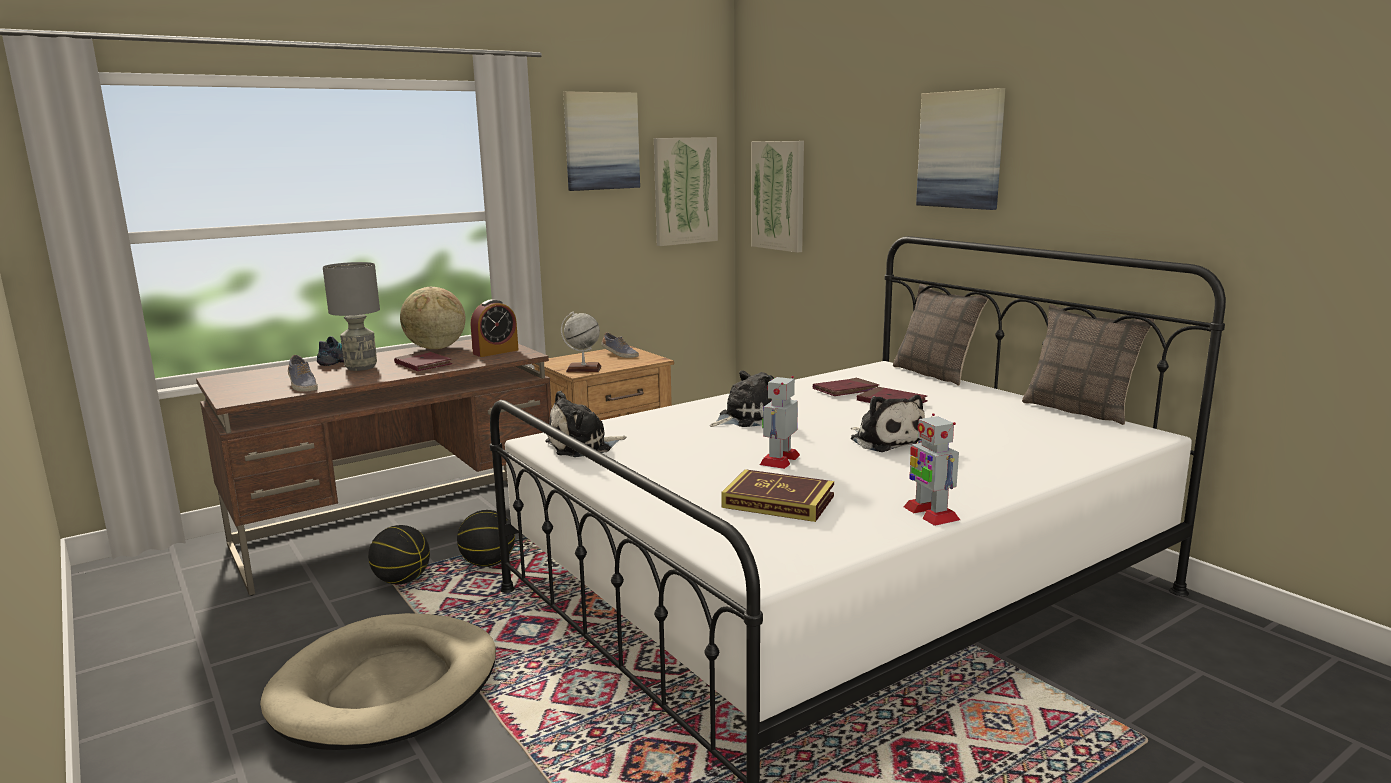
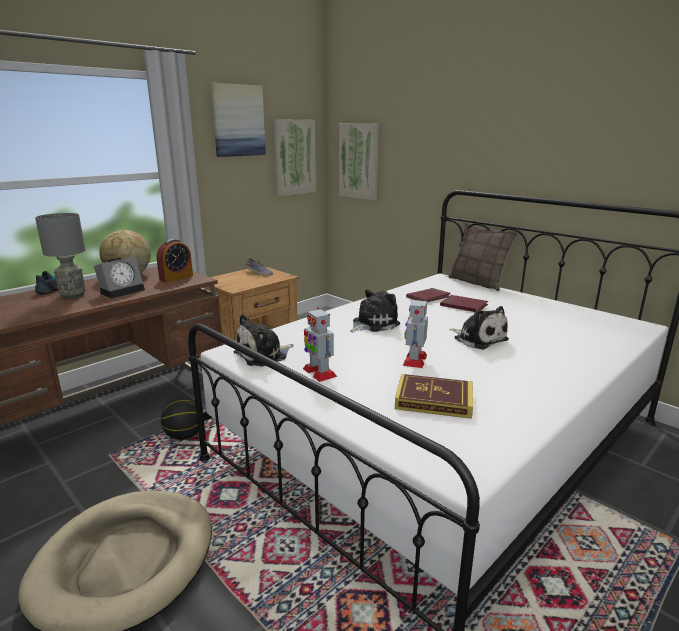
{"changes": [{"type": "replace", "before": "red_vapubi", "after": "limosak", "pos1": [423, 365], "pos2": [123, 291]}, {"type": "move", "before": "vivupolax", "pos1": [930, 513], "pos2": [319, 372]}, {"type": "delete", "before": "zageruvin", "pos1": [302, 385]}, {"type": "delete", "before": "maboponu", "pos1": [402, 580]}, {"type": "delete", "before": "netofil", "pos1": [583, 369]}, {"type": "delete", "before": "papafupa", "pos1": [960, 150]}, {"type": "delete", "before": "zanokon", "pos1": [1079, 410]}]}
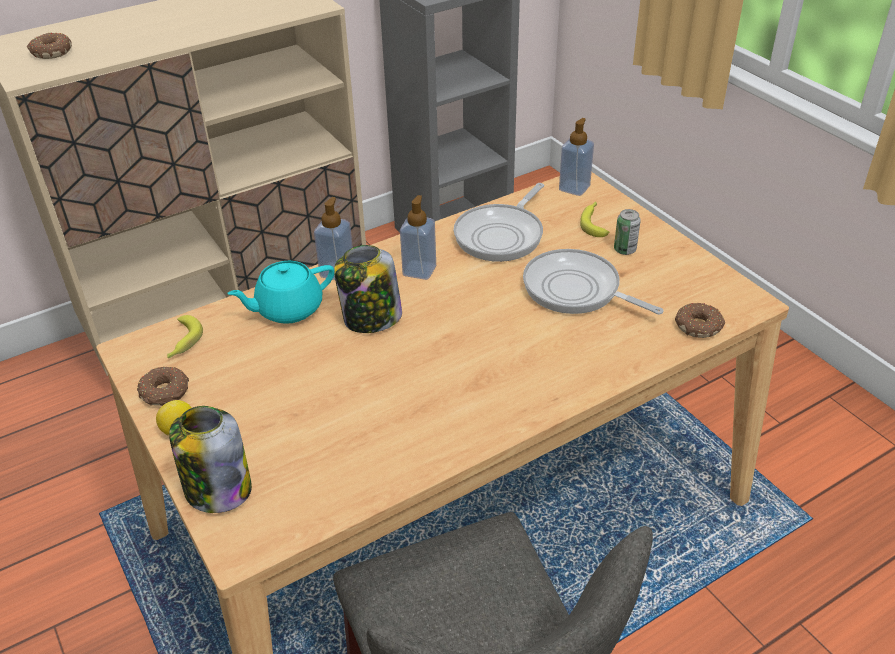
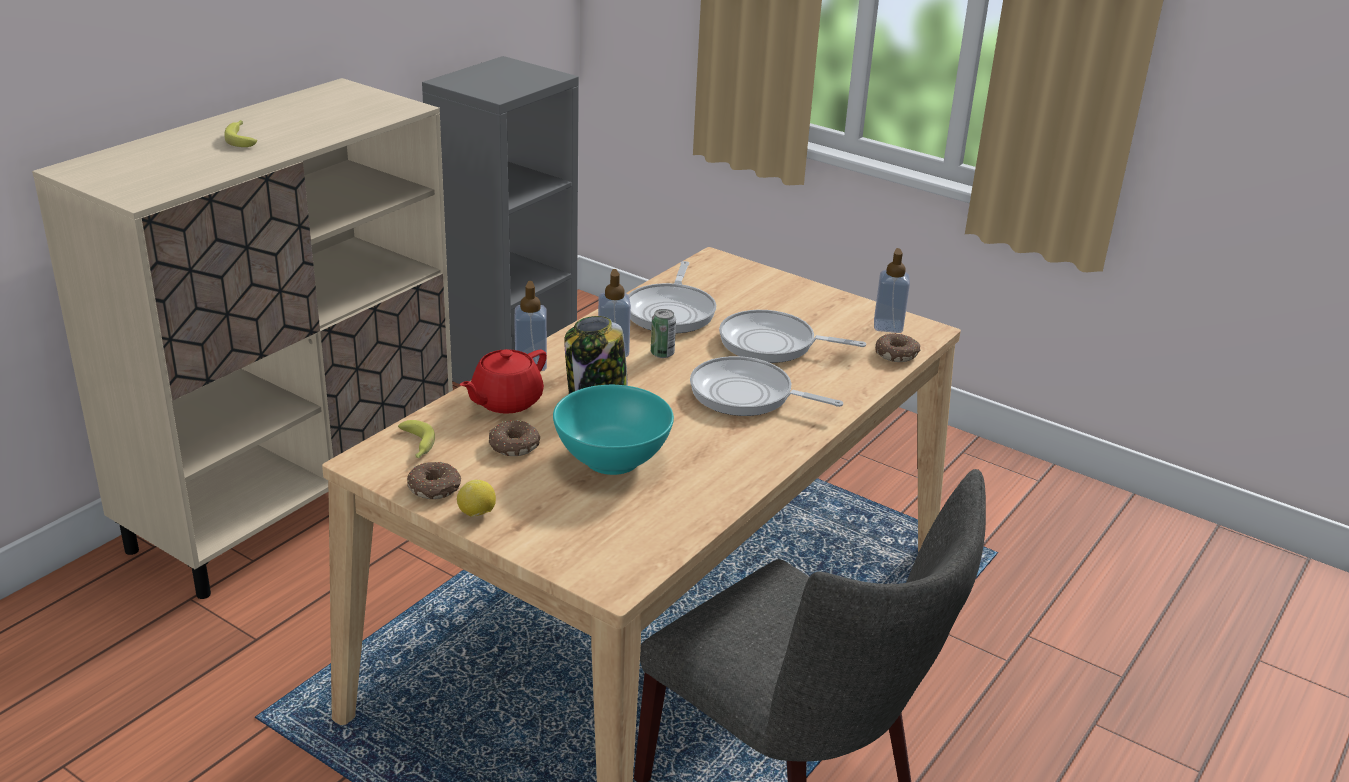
{"changes": [{"type": "move", "before": "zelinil", "pos1": [594, 222], "pos2": [242, 138]}, {"type": "recolor", "before": "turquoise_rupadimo", "after": "red_rupadimo", "pos1": [288, 309], "pos2": [505, 401]}, {"type": "move", "before": "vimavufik", "pos1": [51, 52], "pos2": [513, 446]}, {"type": "insert", "after": "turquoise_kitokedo", "pos2": [613, 460]}, {"type": "move", "before": "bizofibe", "pos1": [624, 250], "pos2": [662, 353]}, {"type": "insert", "after": "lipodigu", "pos2": [747, 395]}, {"type": "move", "before": "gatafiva", "pos1": [574, 188], "pos2": [888, 326]}, {"type": "delete", "before": "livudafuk", "pos1": [217, 489]}]}
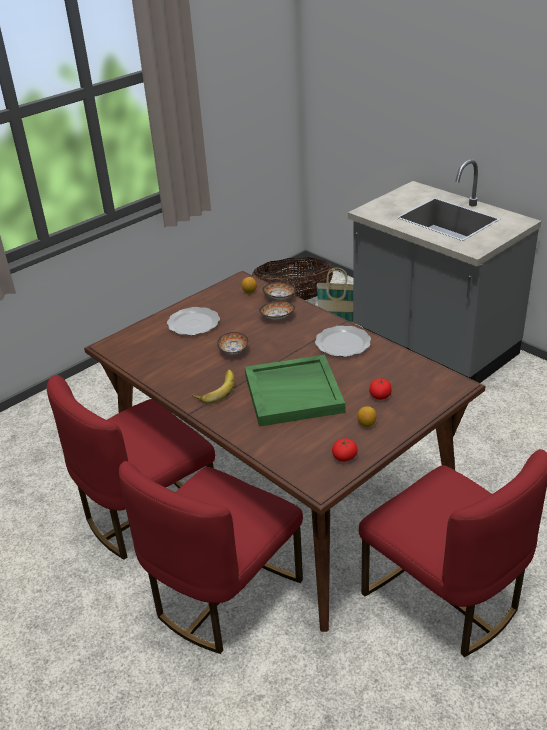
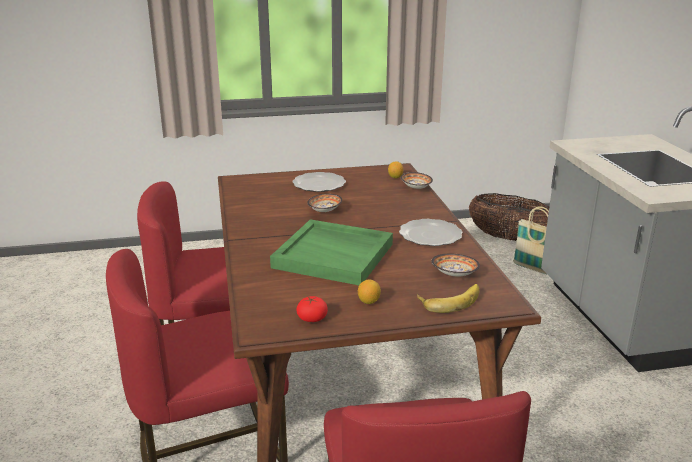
{"changes": [{"type": "move", "before": "zelinil", "pos1": [215, 389], "pos2": [449, 300]}, {"type": "move", "before": "kitokedo", "pos1": [276, 317], "pos2": [453, 274]}, {"type": "delete", "before": "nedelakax", "pos1": [380, 395]}]}
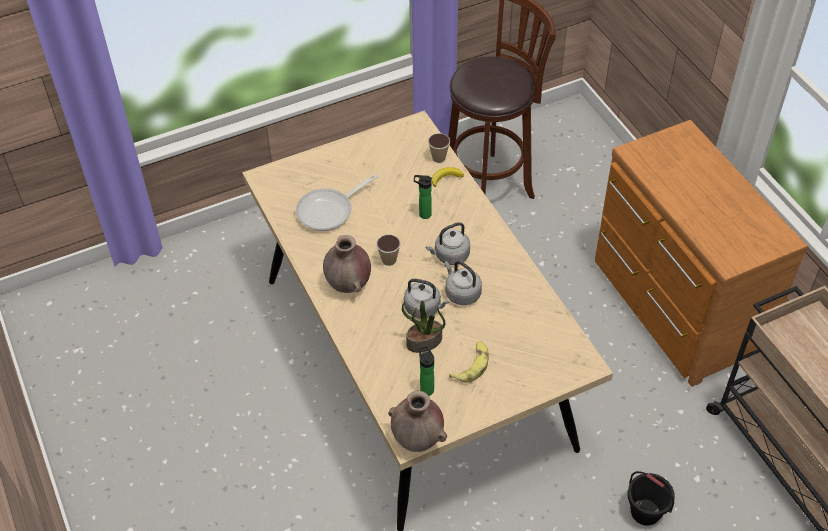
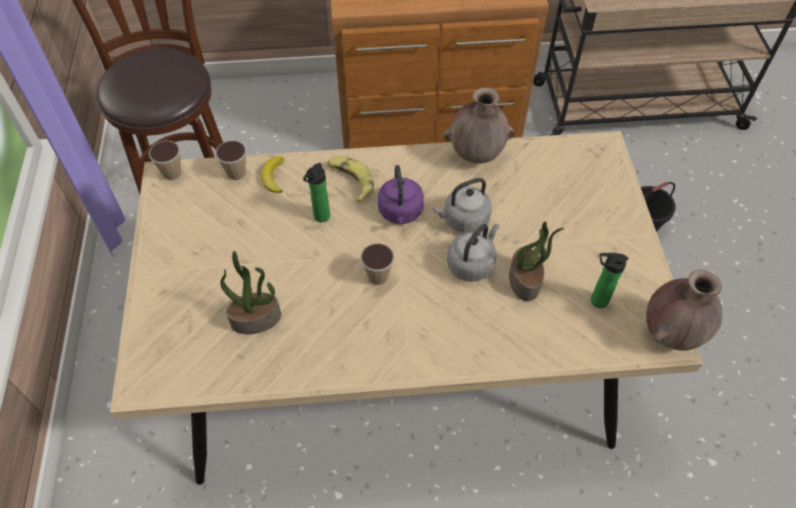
{"changes": [{"type": "insert", "after": "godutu", "pos2": [172, 173]}, {"type": "replace", "before": "lipodigu", "after": "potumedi", "pos1": [329, 211], "pos2": [256, 318]}, {"type": "move", "before": "zelinil", "pos1": [472, 365], "pos2": [350, 181]}, {"type": "recolor", "before": "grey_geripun", "after": "purple_geripun", "pos1": [450, 256], "pos2": [401, 212]}, {"type": "move", "before": "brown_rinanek", "pos1": [349, 285], "pos2": [476, 155]}]}
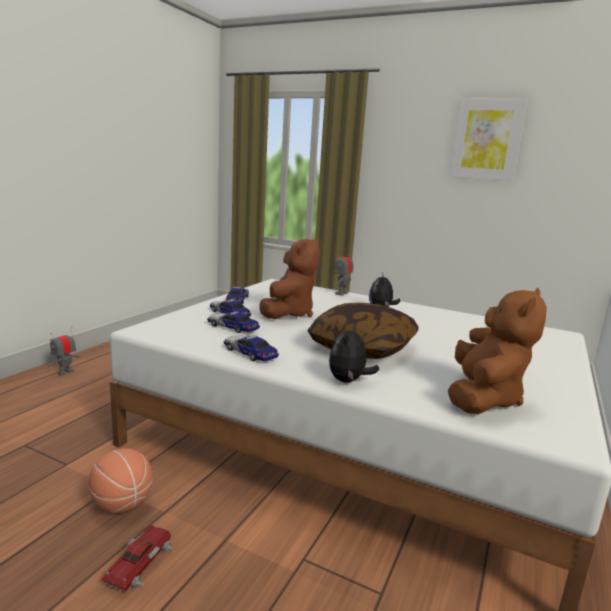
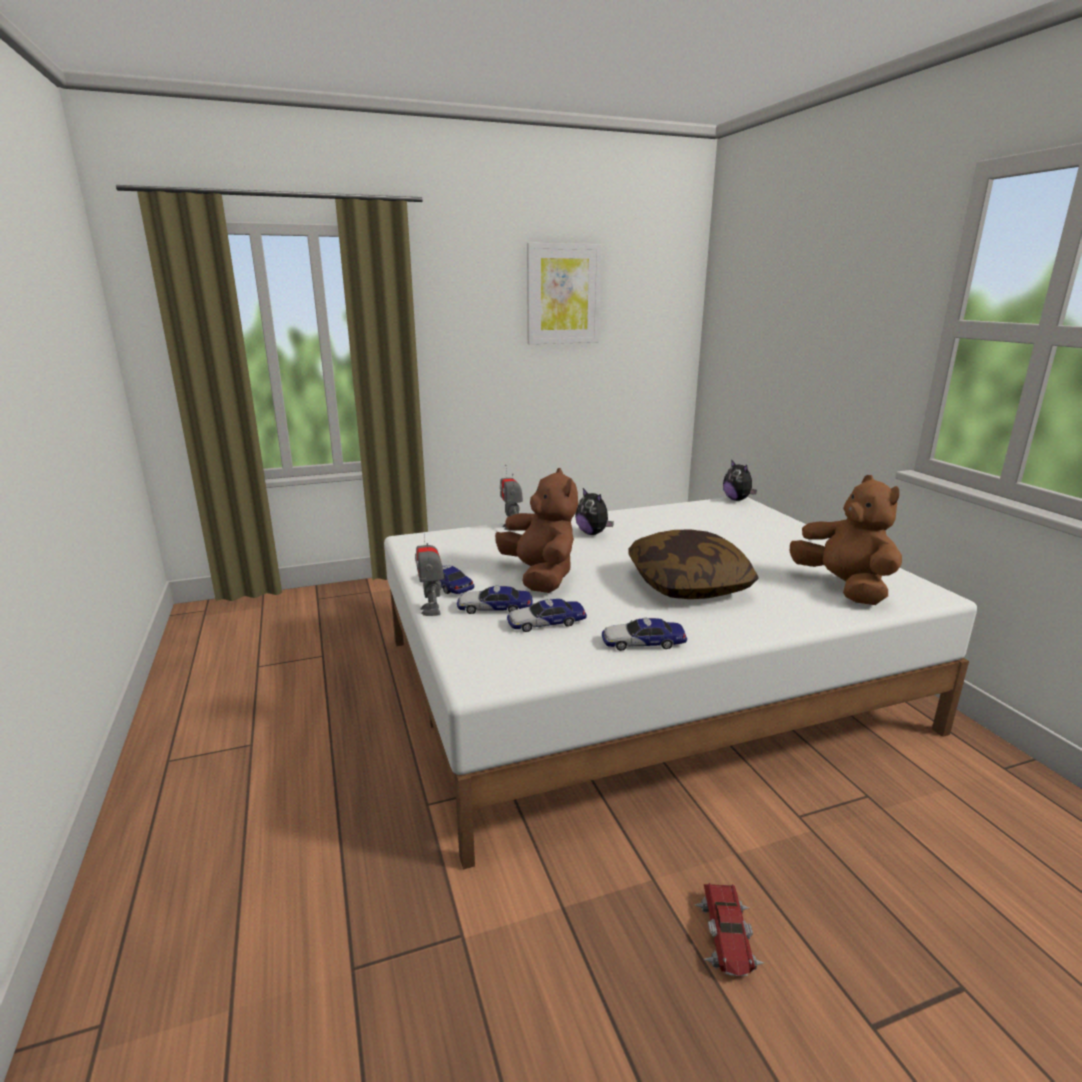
{"changes": [{"type": "move", "before": "vivupolax", "pos1": [65, 372], "pos2": [432, 610]}, {"type": "rotate", "before": "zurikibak", "pos1": [139, 563], "pos2": [727, 936], "turn": -150}, {"type": "move", "before": "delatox", "pos1": [348, 381], "pos2": [737, 499]}, {"type": "delete", "before": "maboponu", "pos1": [122, 505]}]}
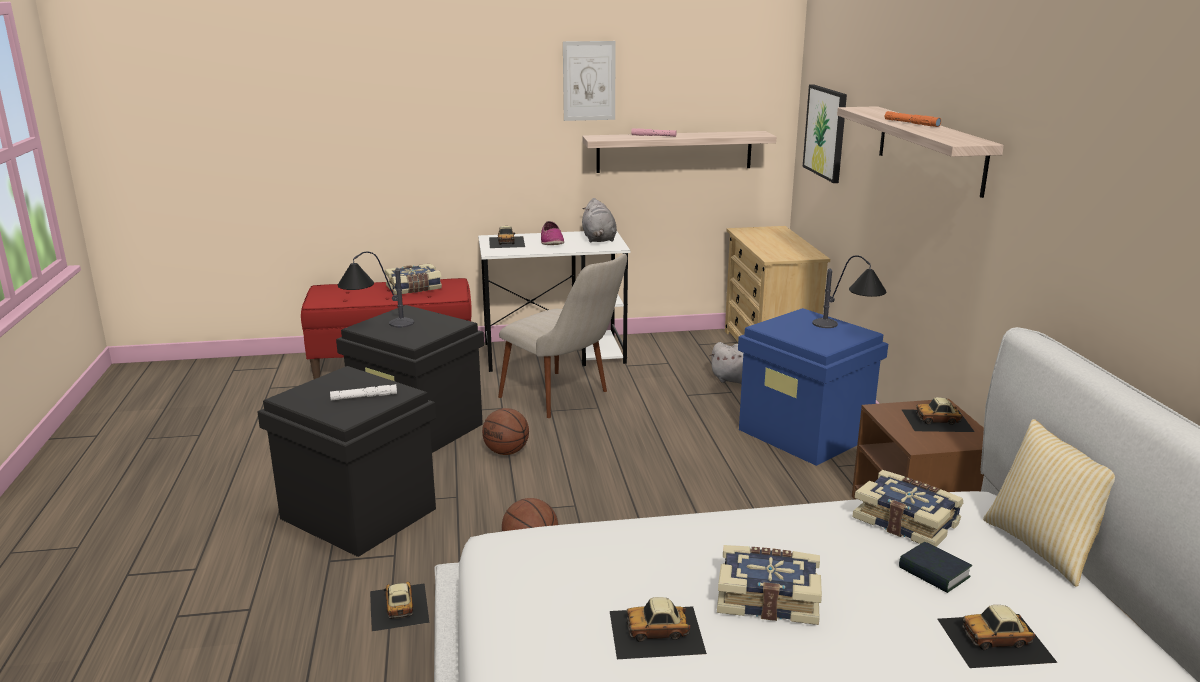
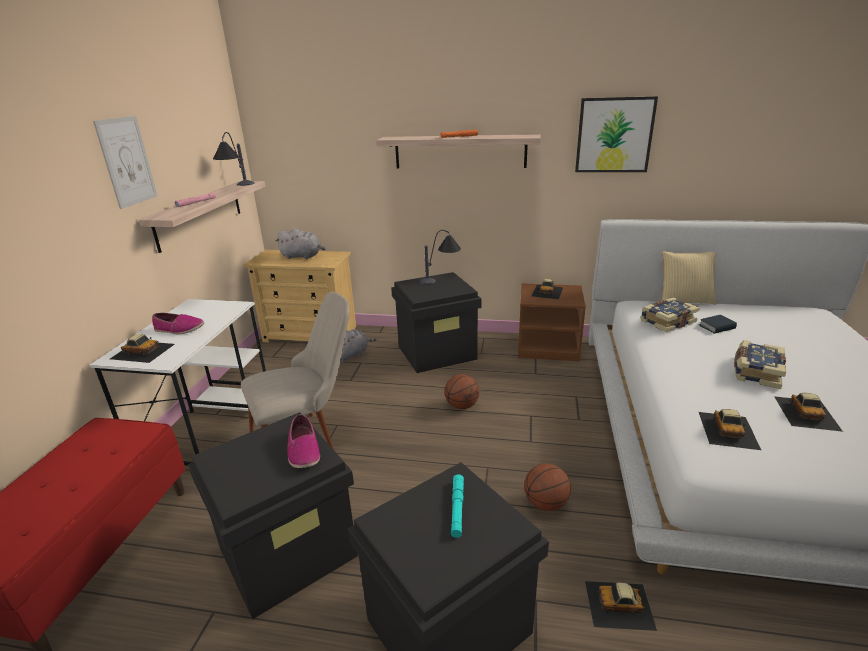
{"changes": [{"type": "move", "before": "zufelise", "pos1": [375, 325], "pos2": [238, 187]}, {"type": "move", "before": "grey_delatox", "pos1": [598, 239], "pos2": [302, 256]}, {"type": "insert", "after": "zageruvin", "pos2": [303, 450]}, {"type": "recolor", "before": "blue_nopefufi", "after": "black_nopefufi", "pos1": [805, 434], "pos2": [437, 352]}, {"type": "move", "before": "maboponu", "pos1": [507, 452], "pos2": [462, 405]}, {"type": "recolor", "before": "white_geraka", "after": "turquoise_geraka", "pos1": [364, 397], "pos2": [457, 508]}, {"type": "move", "before": "papafupa", "pos1": [826, 132], "pos2": [614, 135]}, {"type": "move", "before": "zurikibak", "pos1": [996, 640], "pos2": [728, 429]}, {"type": "delete", "before": "vapubi", "pos1": [414, 288]}]}
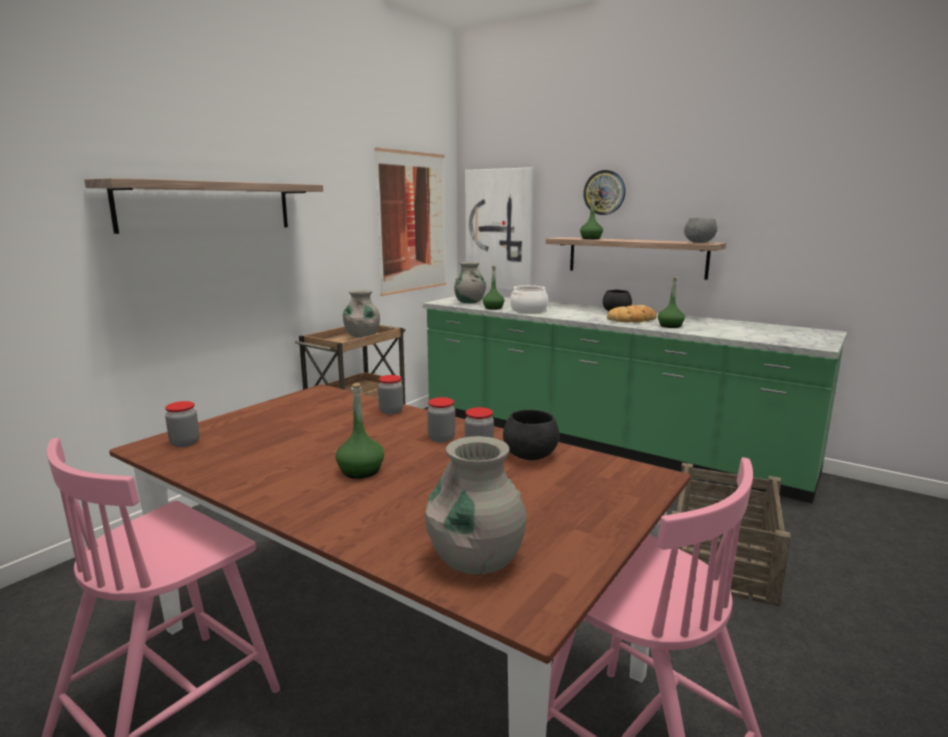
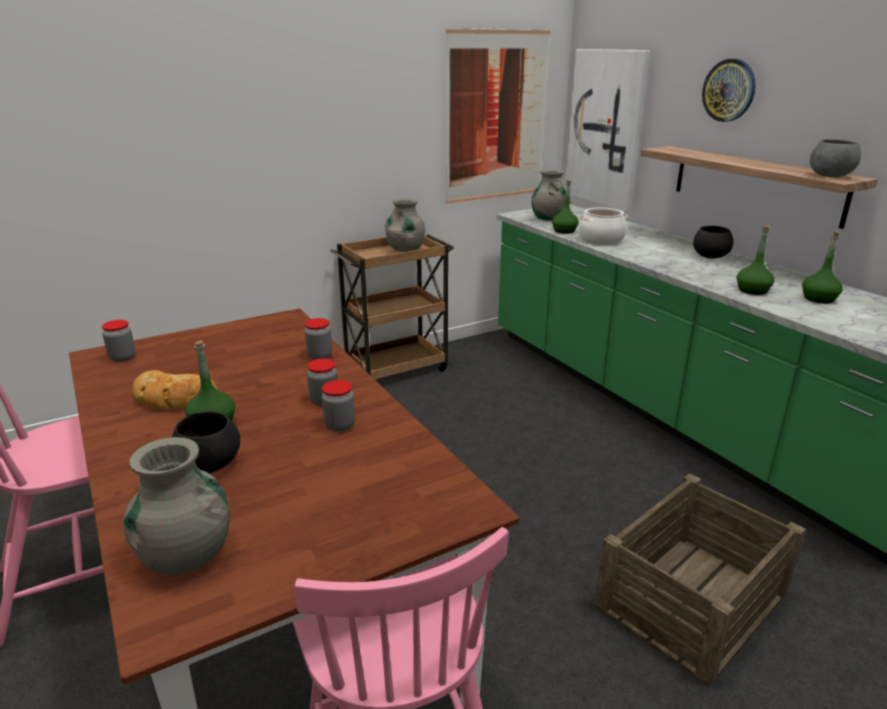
{"changes": [{"type": "move", "before": "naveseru", "pos1": [632, 320], "pos2": [173, 398]}, {"type": "move", "before": "black_kitokedo", "pos1": [529, 456], "pos2": [209, 465]}, {"type": "move", "before": "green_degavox", "pos1": [591, 238], "pos2": [819, 299]}, {"type": "delete", "before": "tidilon", "pos1": [208, 206]}]}
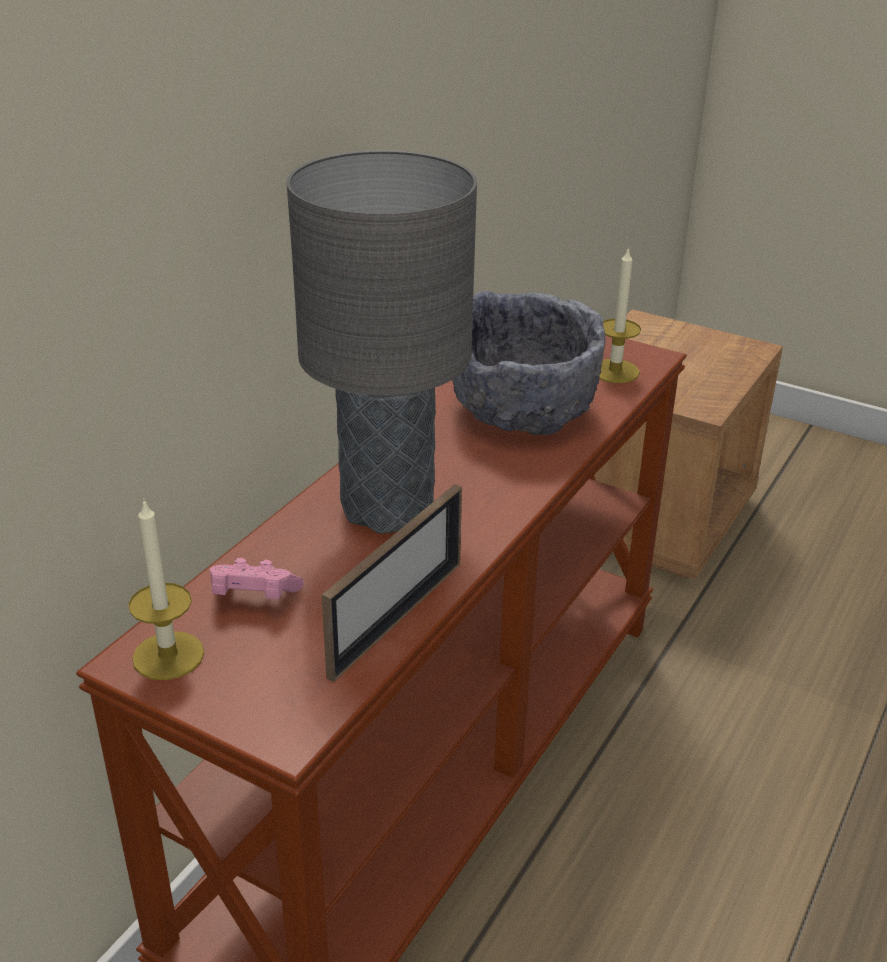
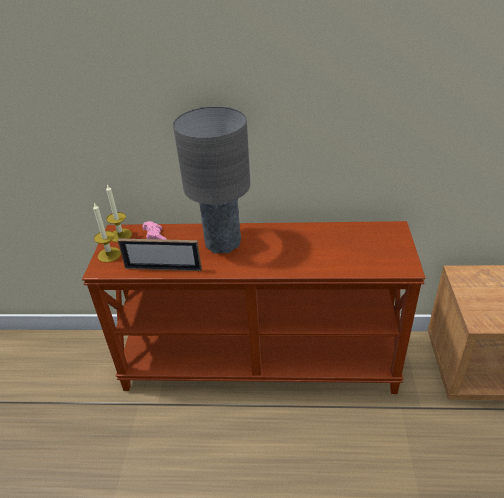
{"changes": [{"type": "move", "before": "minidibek", "pos1": [615, 371], "pos2": [109, 255]}, {"type": "delete", "before": "grey_kitokedo", "pos1": [524, 409]}]}
